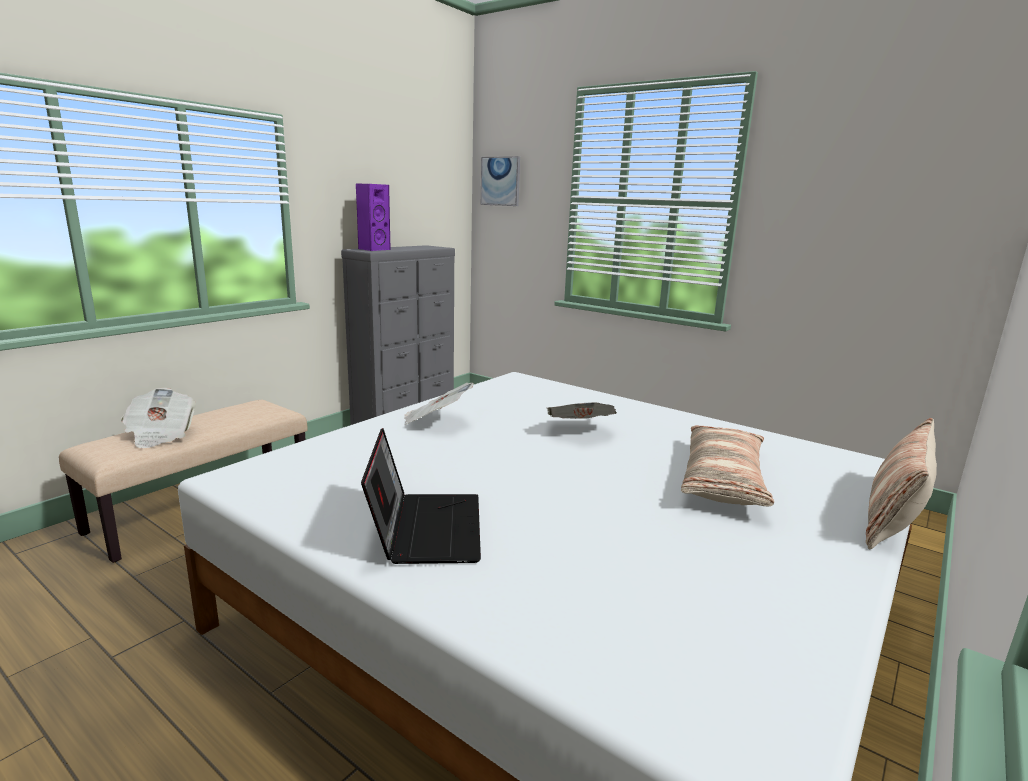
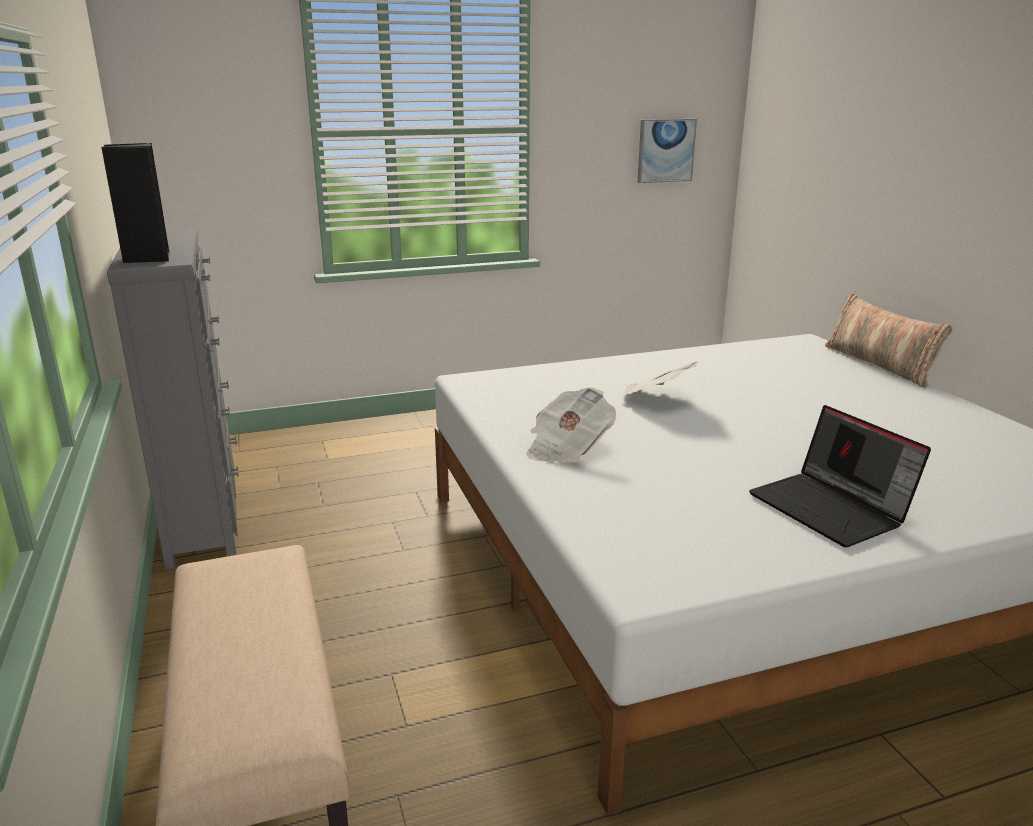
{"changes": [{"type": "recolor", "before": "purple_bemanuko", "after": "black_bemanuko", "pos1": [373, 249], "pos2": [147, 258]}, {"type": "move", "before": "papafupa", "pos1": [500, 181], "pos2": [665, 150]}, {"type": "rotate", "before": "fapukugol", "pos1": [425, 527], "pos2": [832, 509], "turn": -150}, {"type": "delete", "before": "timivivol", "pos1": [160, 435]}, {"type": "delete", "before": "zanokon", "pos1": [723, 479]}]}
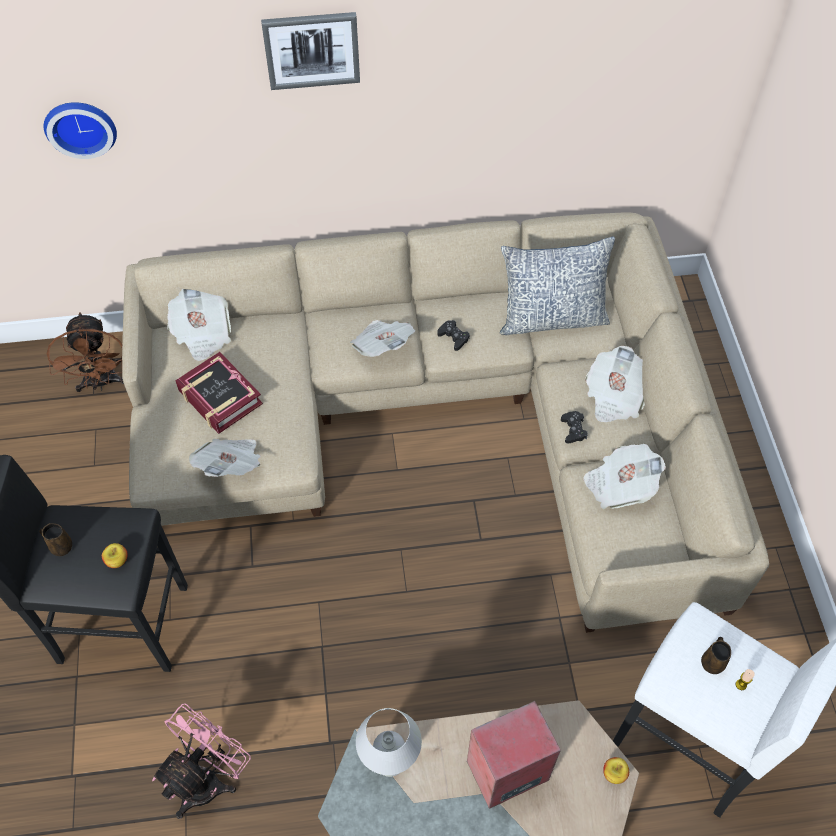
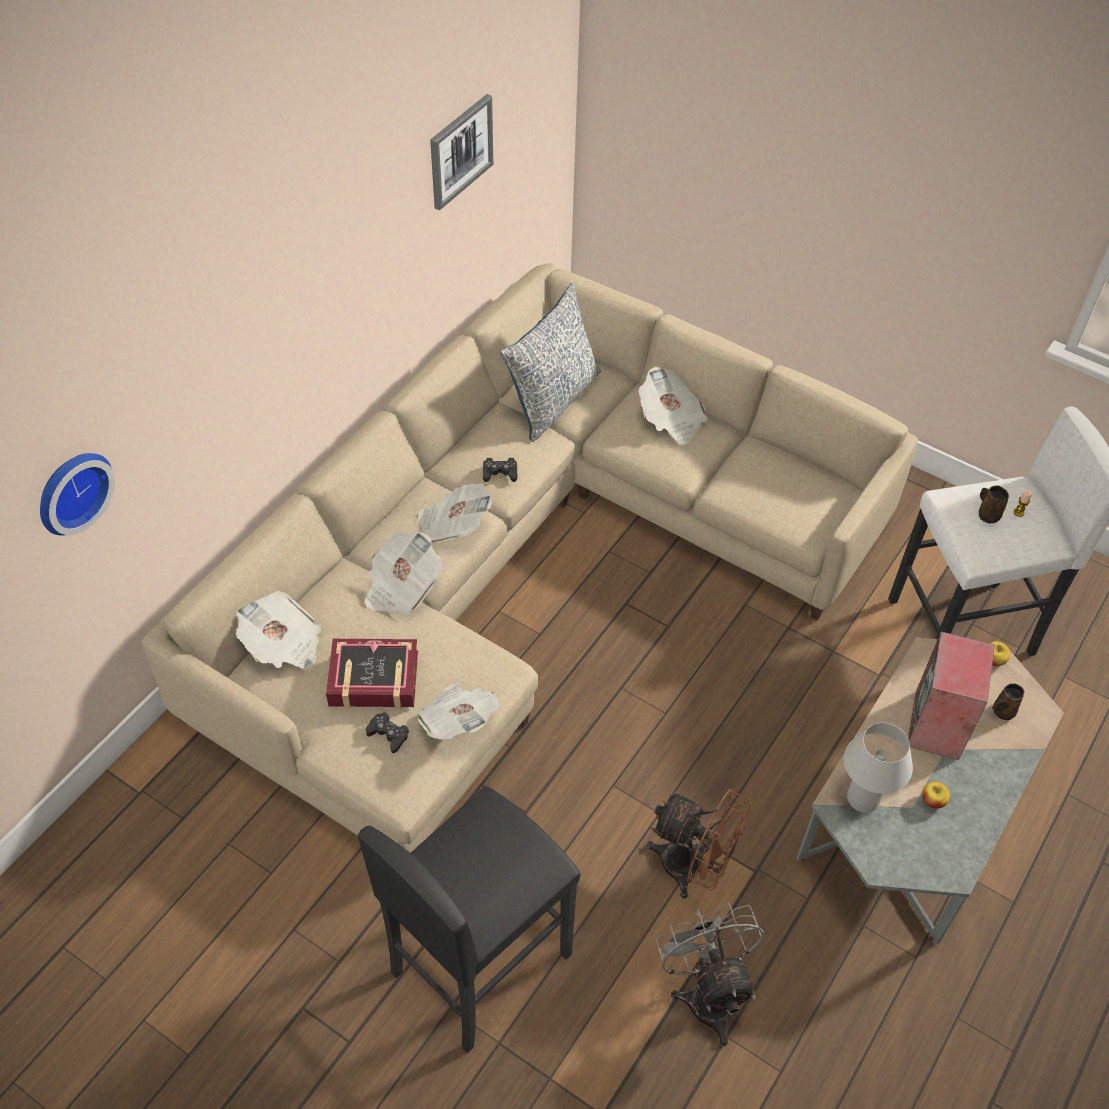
{"changes": [{"type": "move", "before": "timivivol", "pos1": [620, 486], "pos2": [402, 588]}, {"type": "move", "before": "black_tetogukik", "pos1": [573, 430], "pos2": [388, 734]}, {"type": "move", "before": "papafupa", "pos1": [312, 50], "pos2": [460, 151]}, {"type": "move", "before": "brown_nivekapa", "pos1": [101, 383], "pos2": [692, 868]}, {"type": "recolor", "before": "pink_nivekapa", "after": "grey_nivekapa", "pos1": [208, 777], "pos2": [706, 993]}, {"type": "move", "before": "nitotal", "pos1": [117, 560], "pos2": [932, 801]}, {"type": "move", "before": "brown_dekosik", "pos1": [60, 546], "pos2": [1002, 711]}]}
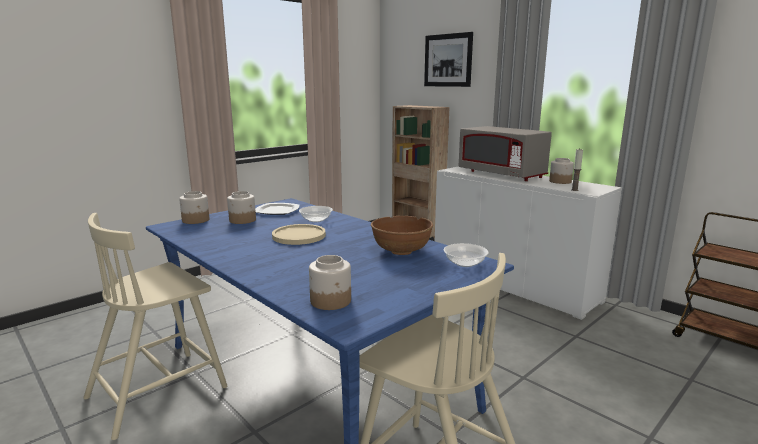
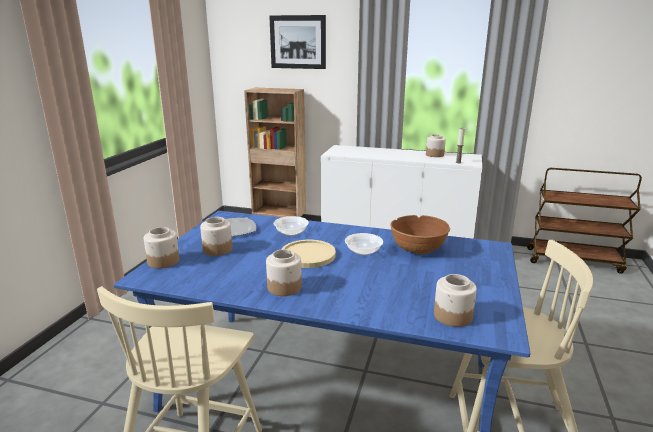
{"changes": [{"type": "insert", "after": "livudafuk", "pos2": [284, 287]}, {"type": "move", "before": "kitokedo", "pos1": [465, 263], "pos2": [363, 251]}, {"type": "delete", "before": "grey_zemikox", "pos1": [501, 174]}]}
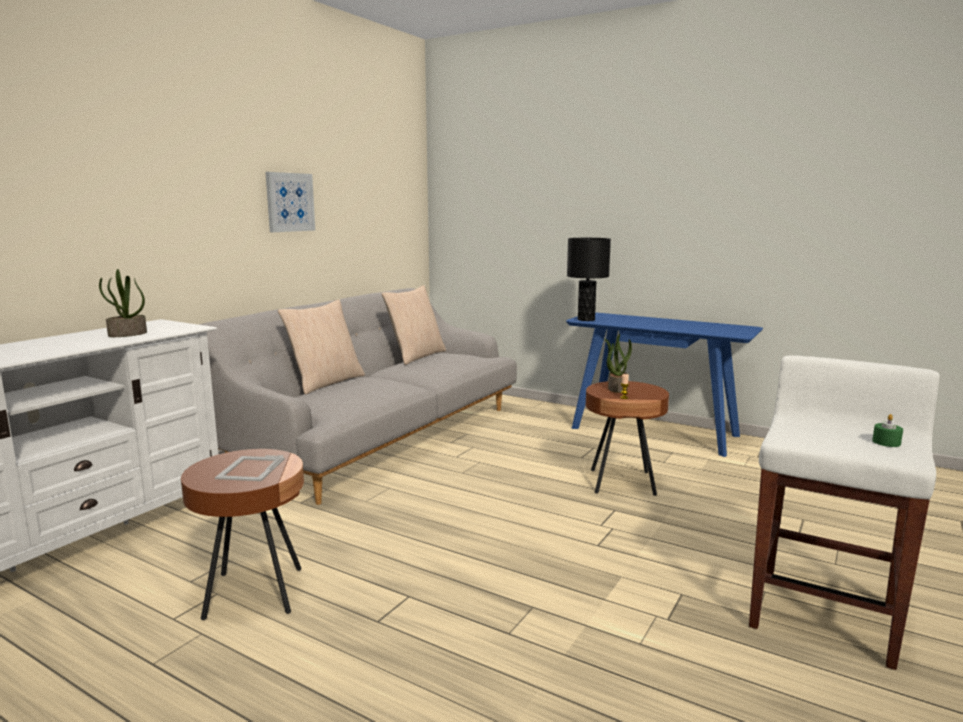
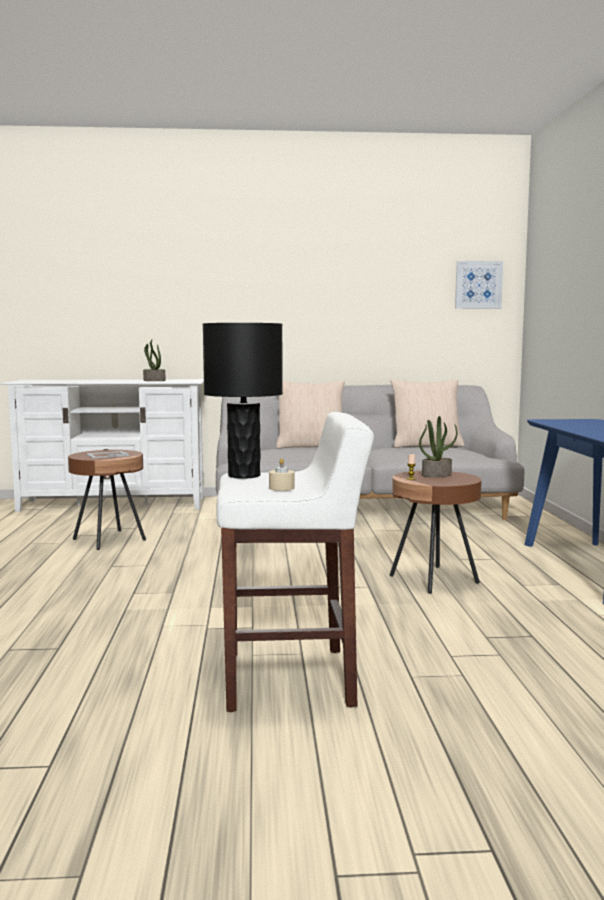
{"changes": [{"type": "move", "before": "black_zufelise", "pos1": [586, 319], "pos2": [243, 475]}, {"type": "recolor", "before": "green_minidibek", "after": "beige_minidibek", "pos1": [886, 442], "pos2": [281, 488]}, {"type": "move", "before": "papafupa", "pos1": [289, 202], "pos2": [478, 285]}]}
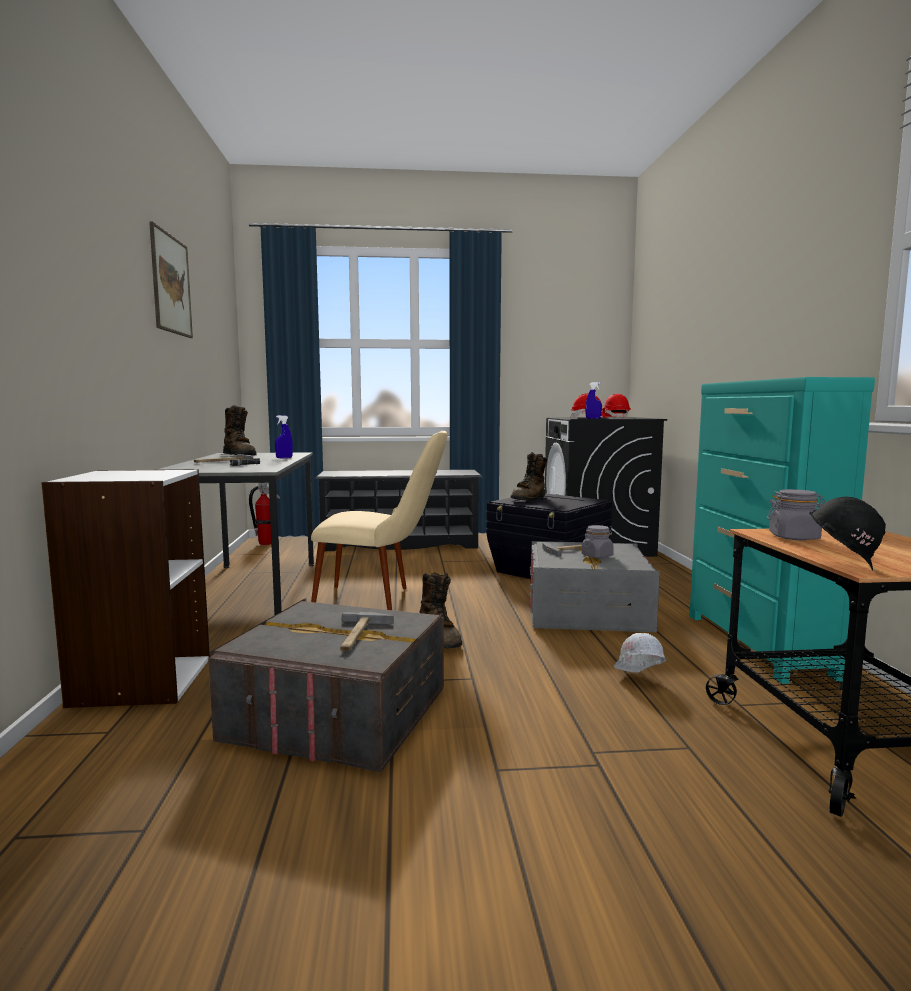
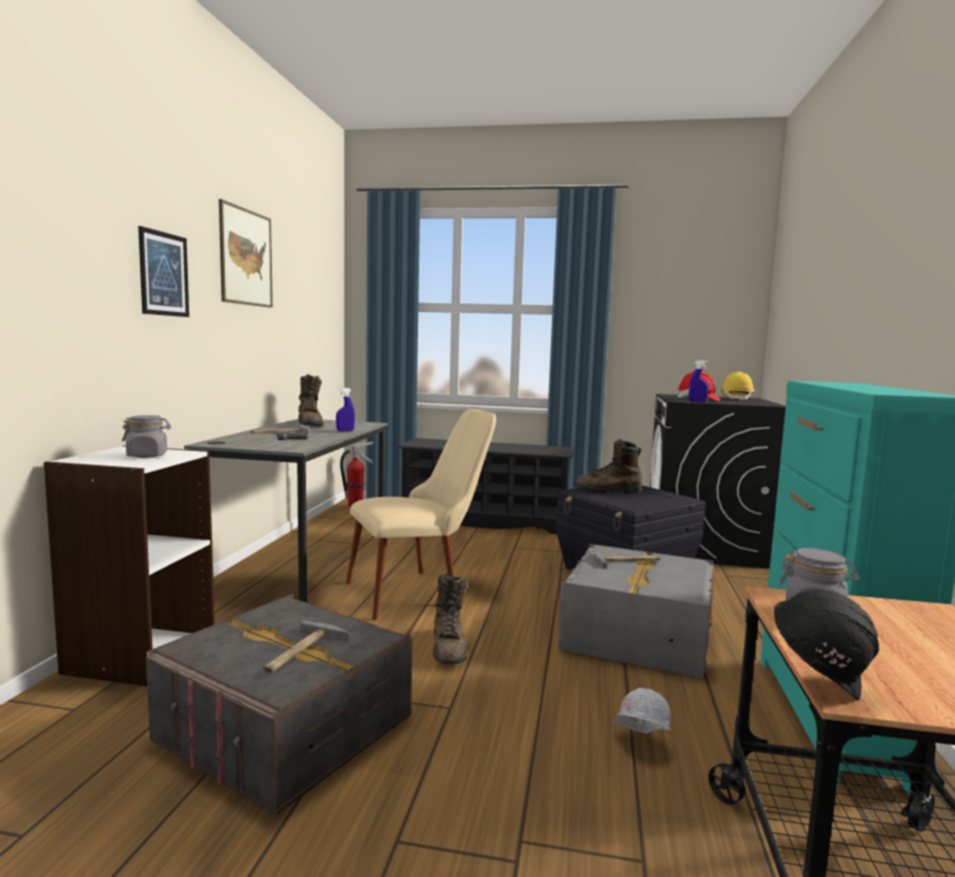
{"changes": [{"type": "move", "before": "grey_livudafuk", "pos1": [597, 556], "pos2": [147, 455]}, {"type": "insert", "after": "papafupa", "pos2": [164, 274]}, {"type": "rotate", "before": "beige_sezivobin", "pos1": [381, 601], "pos2": [420, 590], "turn": -45}, {"type": "rotate", "before": "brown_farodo", "pos1": [529, 499], "pos2": [608, 491], "turn": 45}, {"type": "recolor", "before": "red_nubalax", "after": "yellow_nubalax", "pos1": [616, 417], "pos2": [736, 399]}]}
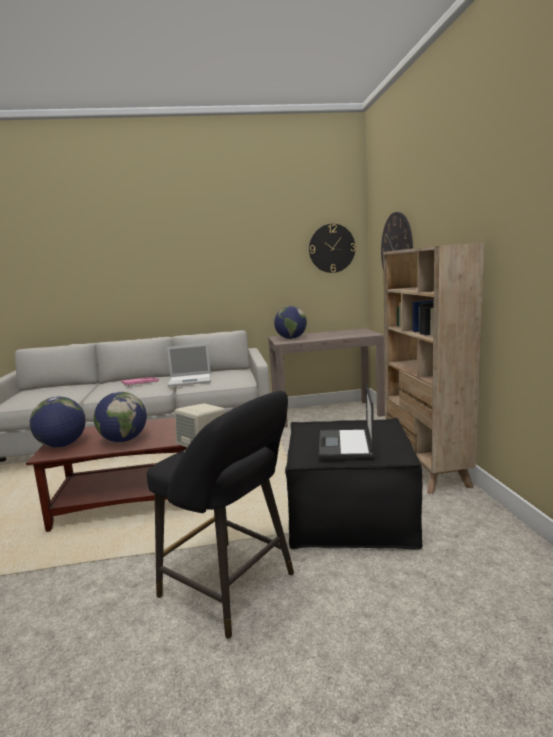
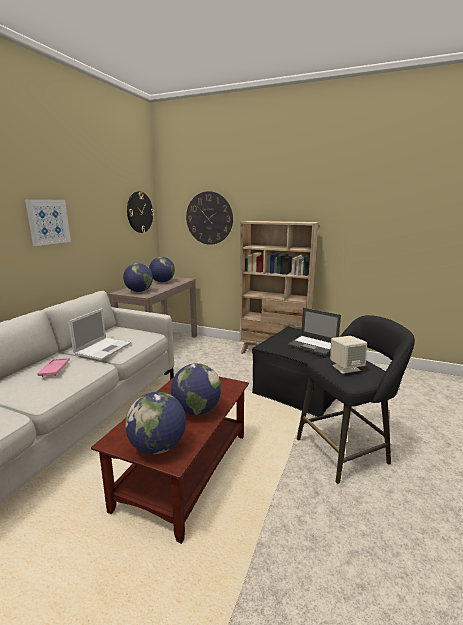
{"changes": [{"type": "insert", "after": "papafupa", "pos2": [48, 222]}, {"type": "insert", "after": "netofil", "pos2": [162, 282]}]}
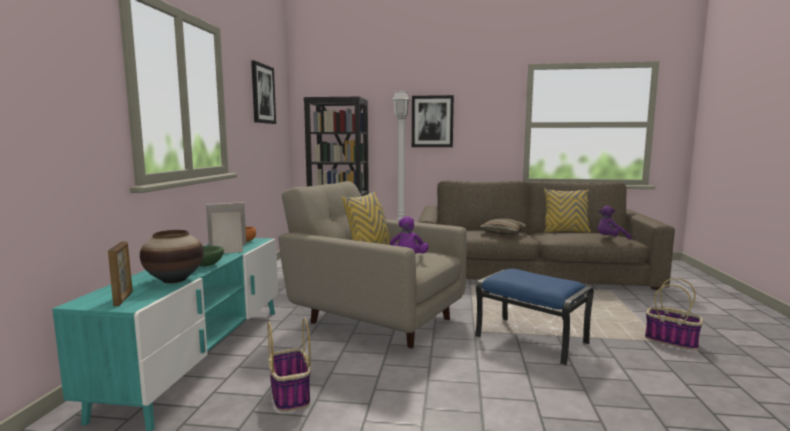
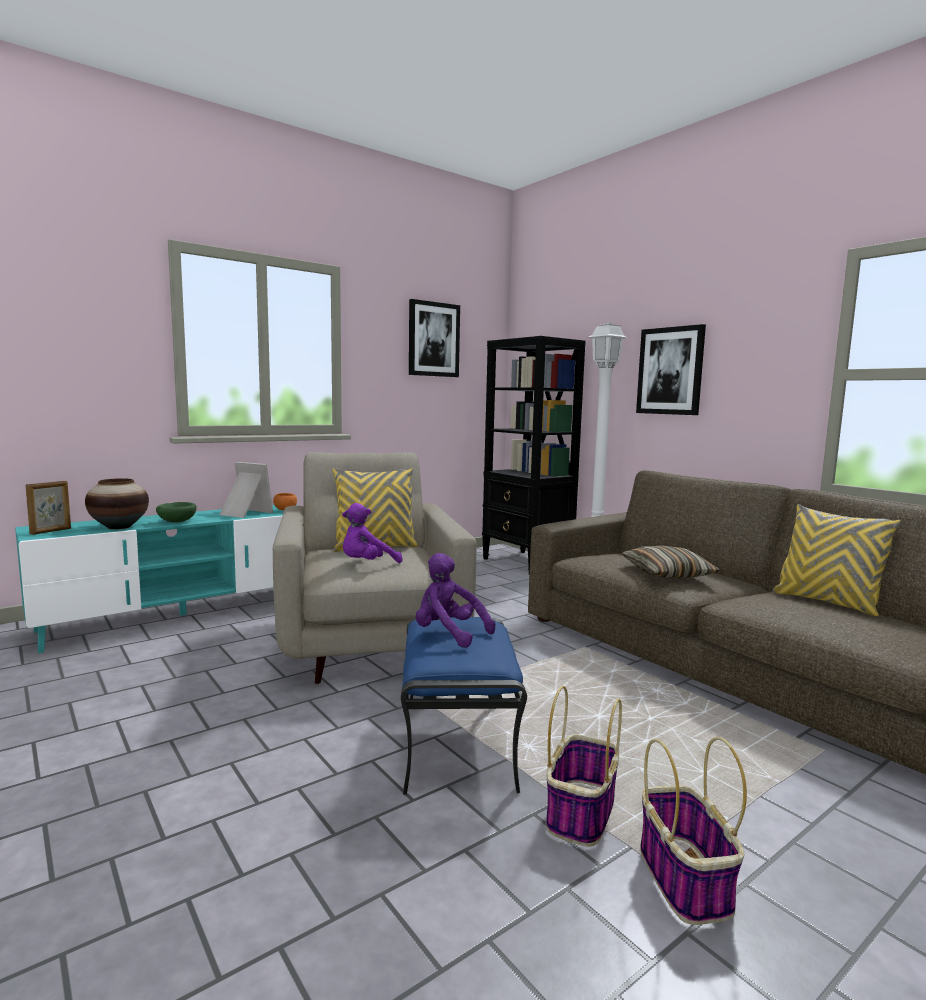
{"changes": [{"type": "move", "before": "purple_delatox", "pos1": [610, 239], "pos2": [448, 634]}, {"type": "move", "before": "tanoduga", "pos1": [290, 394], "pos2": [580, 812]}]}
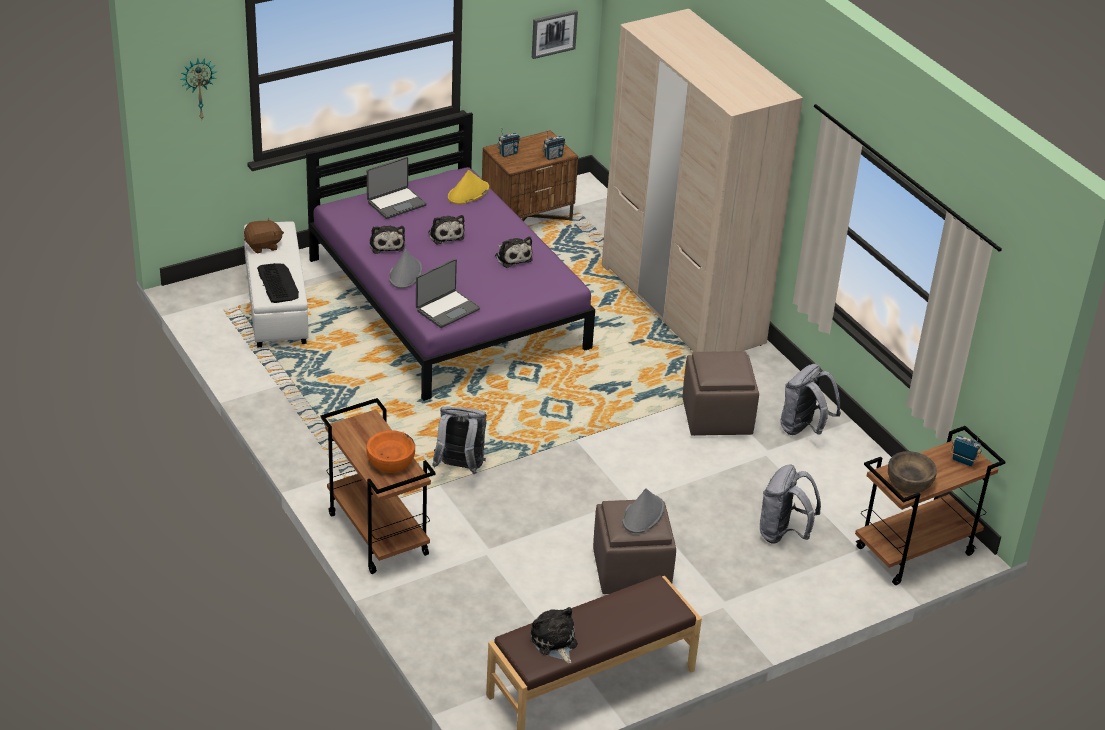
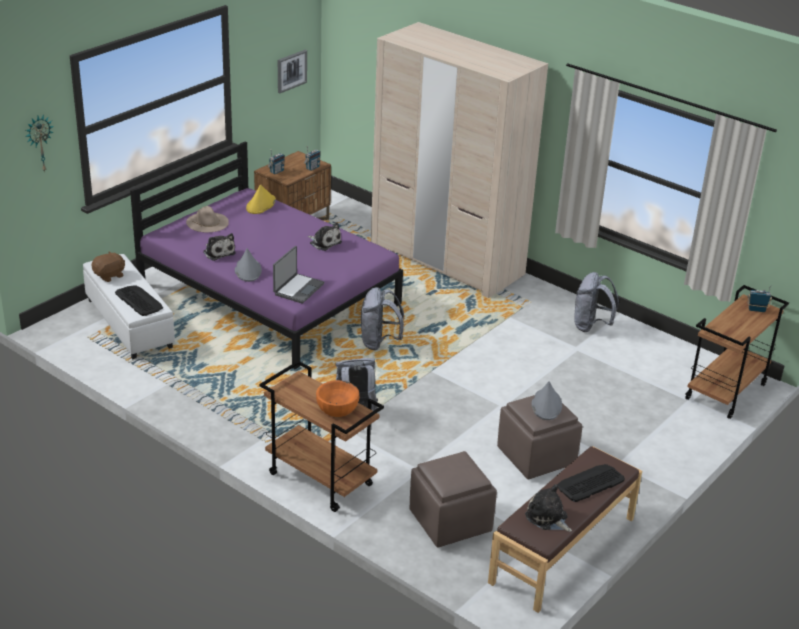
{"changes": [{"type": "replace", "before": "fapukugol", "after": "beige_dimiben", "pos1": [396, 203], "pos2": [207, 222]}, {"type": "move", "before": "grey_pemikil", "pos1": [783, 534], "pos2": [379, 343]}, {"type": "move", "before": "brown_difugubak", "pos1": [717, 417], "pos2": [451, 521]}, {"type": "insert", "after": "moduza", "pos2": [590, 483]}, {"type": "delete", "before": "delatox", "pos1": [445, 234]}, {"type": "delete", "before": "brown_kitokedo", "pos1": [909, 482]}]}
